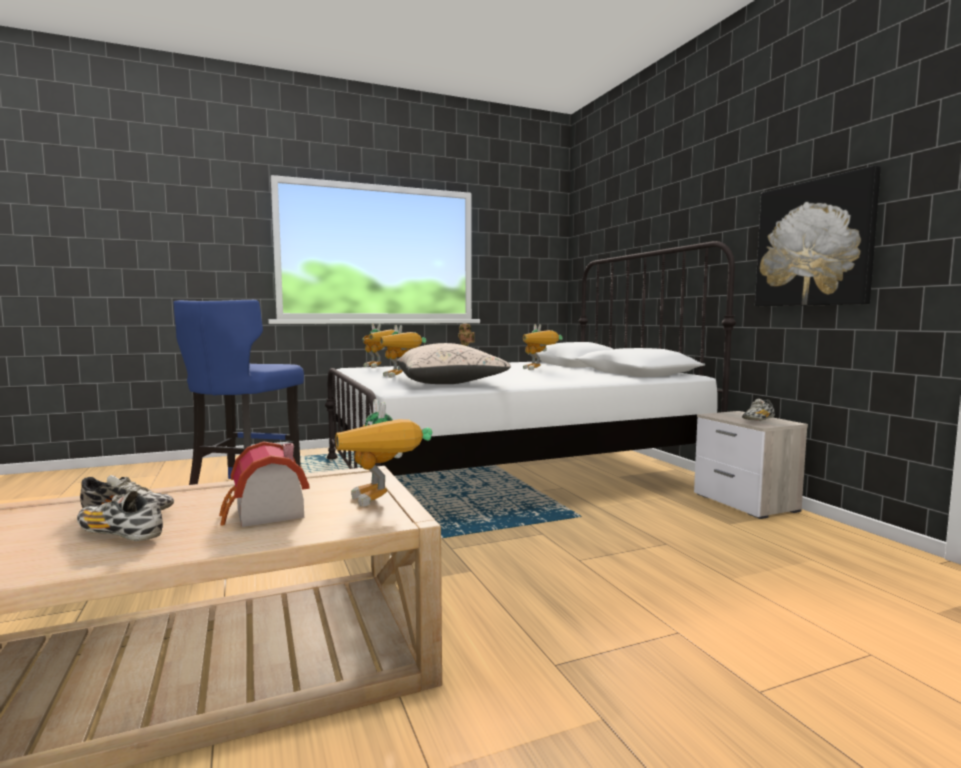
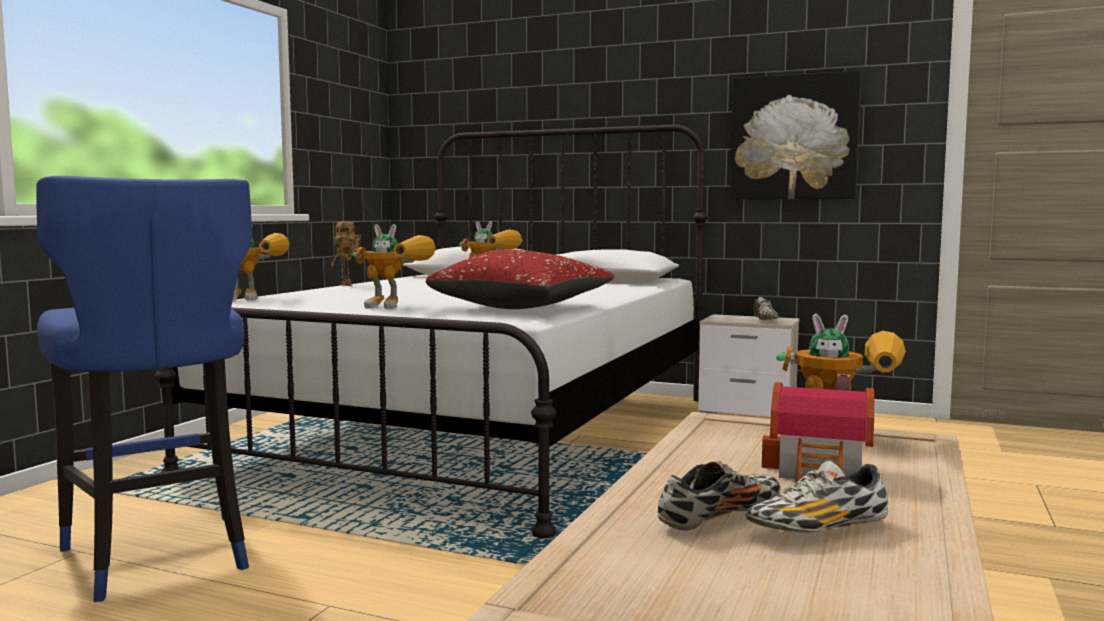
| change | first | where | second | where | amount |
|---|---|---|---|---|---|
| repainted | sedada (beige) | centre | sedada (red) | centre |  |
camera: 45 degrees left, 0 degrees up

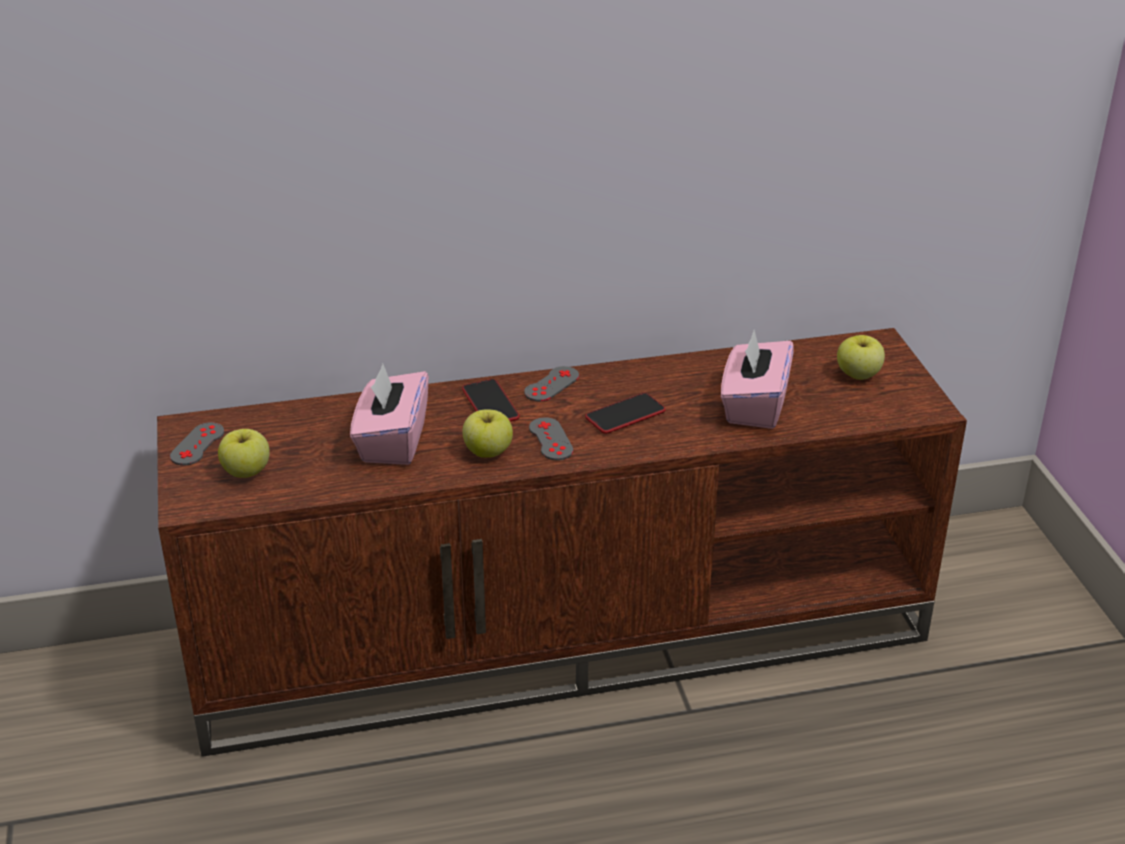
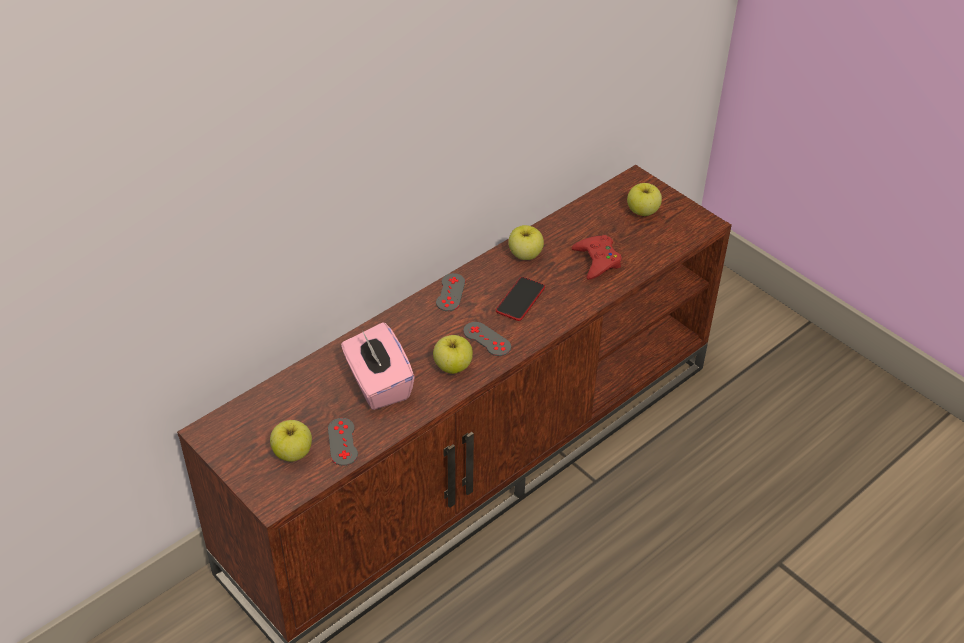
| change | first | where | second | where | amount |
|---|---|---|---|---|---|
| gone | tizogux (no. 1 from left) | centre |  |  |  |
| new |  |  | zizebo (no. 3 from left) | centre |  |
| shifted | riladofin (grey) (no. 1 from left) | middle left |  | bottom centre |  |
| swapped | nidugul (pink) (no. 2 from left) | middle right | riladofin (red) | centre |  |
camera: 30 degrees left, 10 degrees up

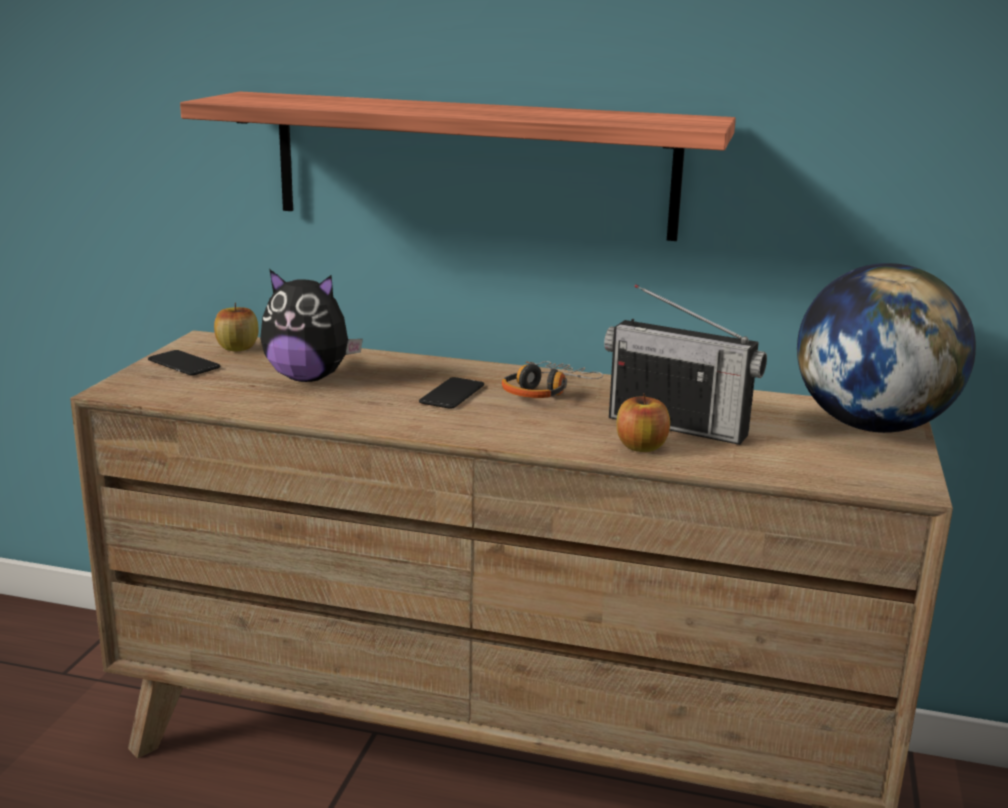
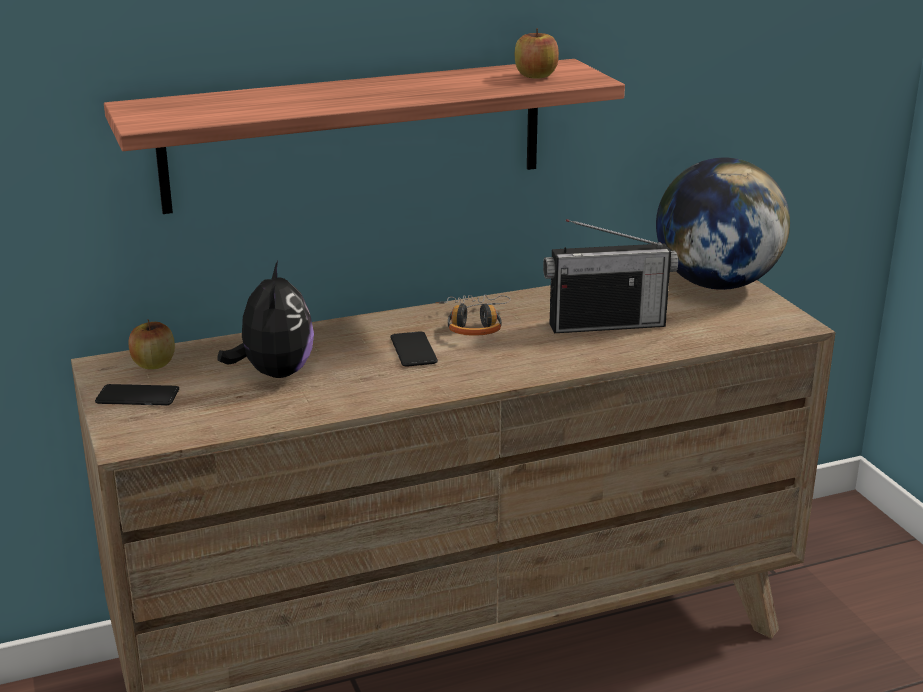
| change | first | where | second | where | amount |
|---|---|---|---|---|---|
| shifted | zizebo (no. 2 from left) | centre |  | top centre |  |
| rotated | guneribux | middle left |  | middle left | 75 degrees counterclockwise |
camera: 35 degrees left, 5 degrees up

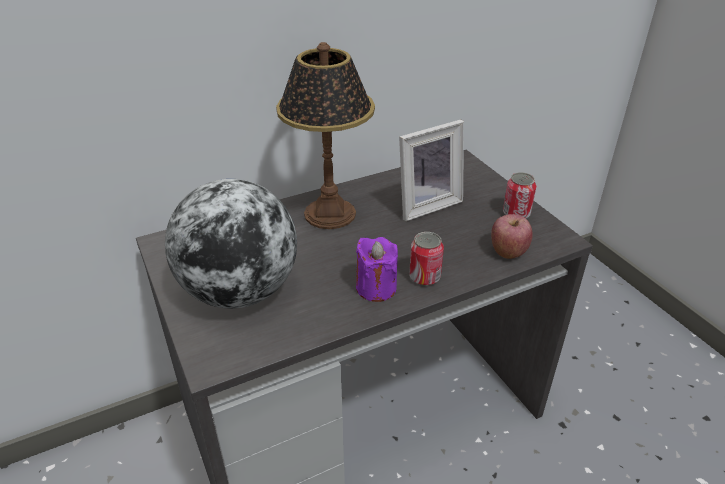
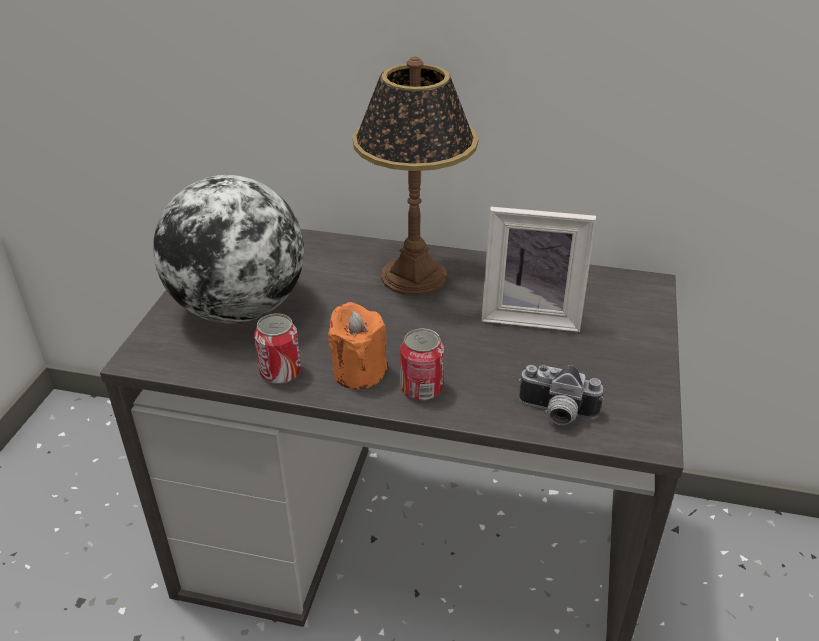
| change | first | where | second | where | amount |
|---|---|---|---|---|---|
| shifted | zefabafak (no. 2 from left in the first image) | middle right | zefabafak (no. 1 from left) | centre |  |
| swapped | zizebo | middle right | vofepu | middle right |  |
| repainted | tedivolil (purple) | centre | tedivolil (orange) | centre |  |
camera: 40 degrees right, 0 degrees up

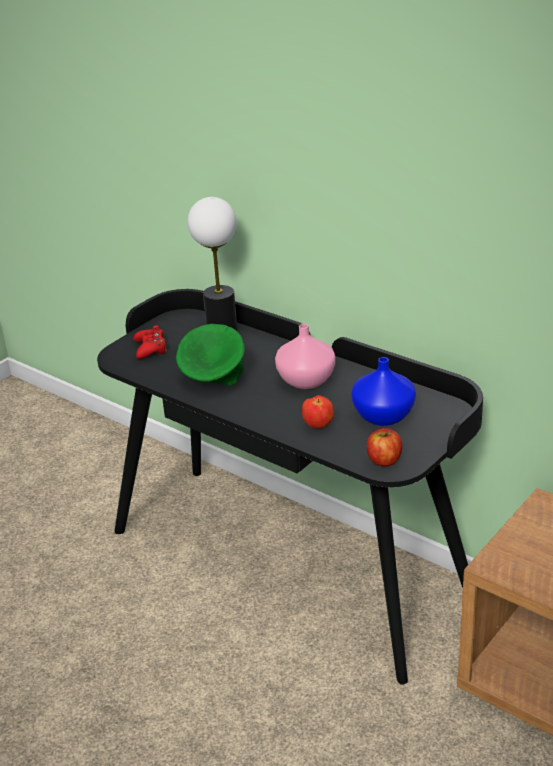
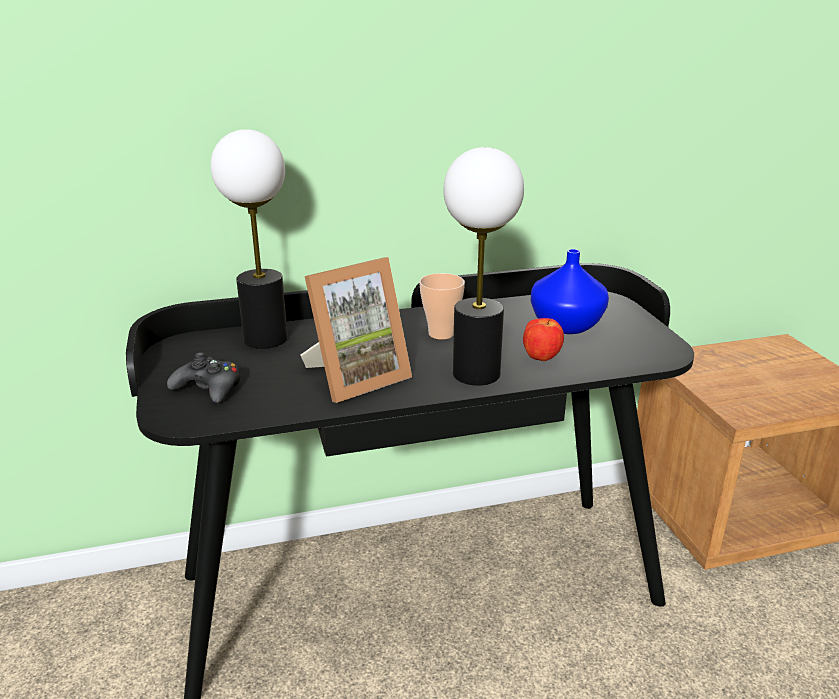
| change | first | where | second | where | amount |
|---|---|---|---|---|---|
| gone | zizebo (no. 2 from left) | middle right |  |  |  |
| new |  |  | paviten (no. 2 from left) | centre |  |
| swapped | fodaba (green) | centre | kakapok | centre |  |
| swapped | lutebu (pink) | centre | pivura | centre |  |
| repainted | riladofin (red) | middle left | riladofin (black) | middle left |  |
camera: 55 degrees left, 5 degrees down

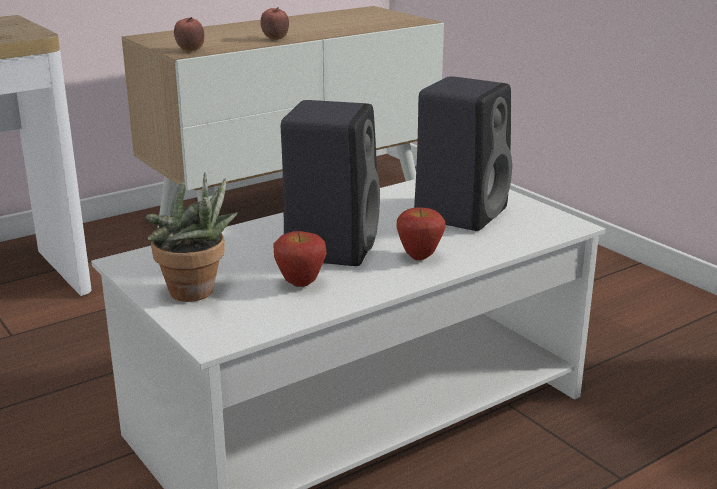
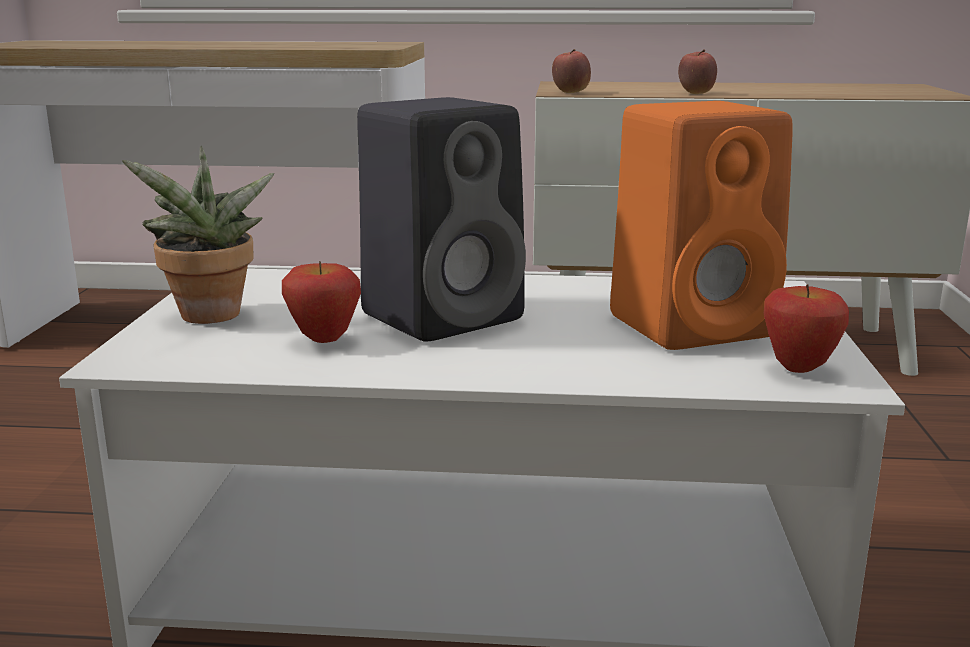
| change | first | where | second | where | amount |
|---|---|---|---|---|---|
| shifted | zizebo (no. 4 from left) | centre |  | middle right |  |
| repainted | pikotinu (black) (no. 2 from left) | top centre | pikotinu (orange) | middle right |  |
camera: 40 degrees right, 5 degrees down

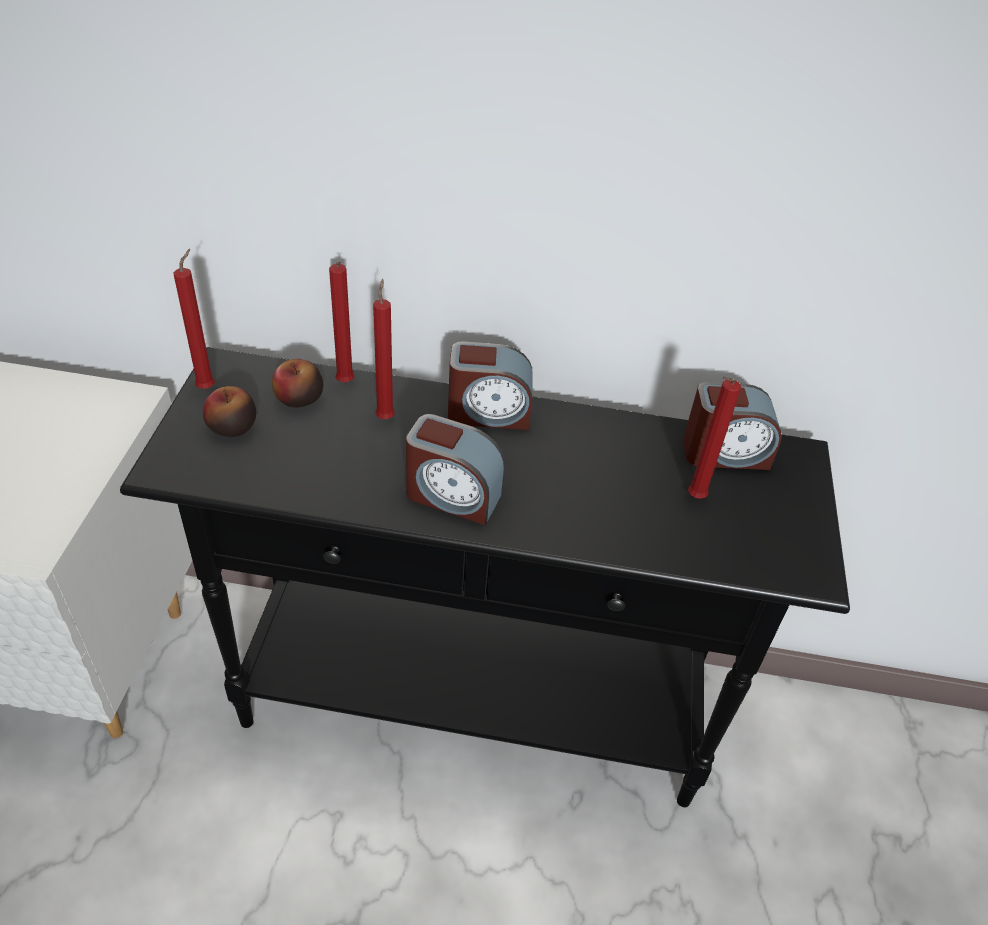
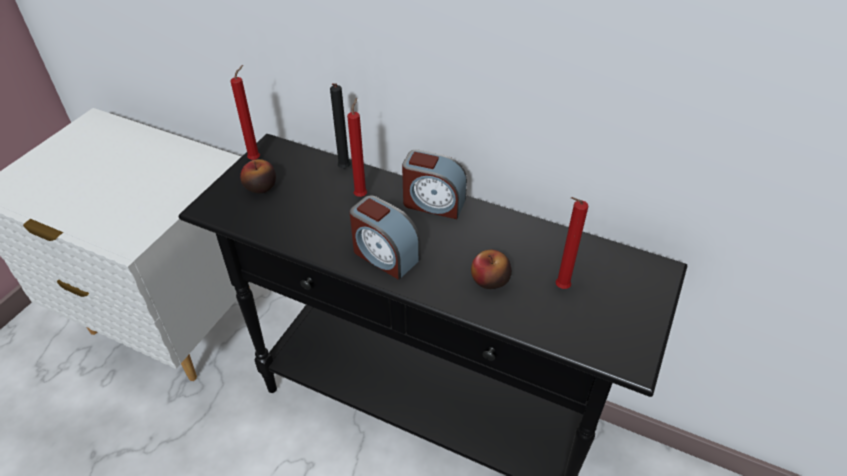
| change | first | where | second | where | amount |
|---|---|---|---|---|---|
| gone | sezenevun (no. 3 from left) | middle right |  |  |  |
| shifted | zizebo (no. 2 from left) | middle left |  | centre |  |
| repainted | tedivolil (red) (no. 2 from left) | centre | tedivolil (black) | top centre |  |
camera: 20 degrees right, 0 degrees up

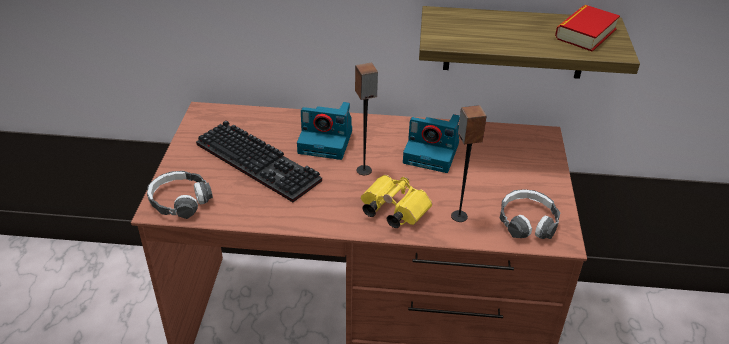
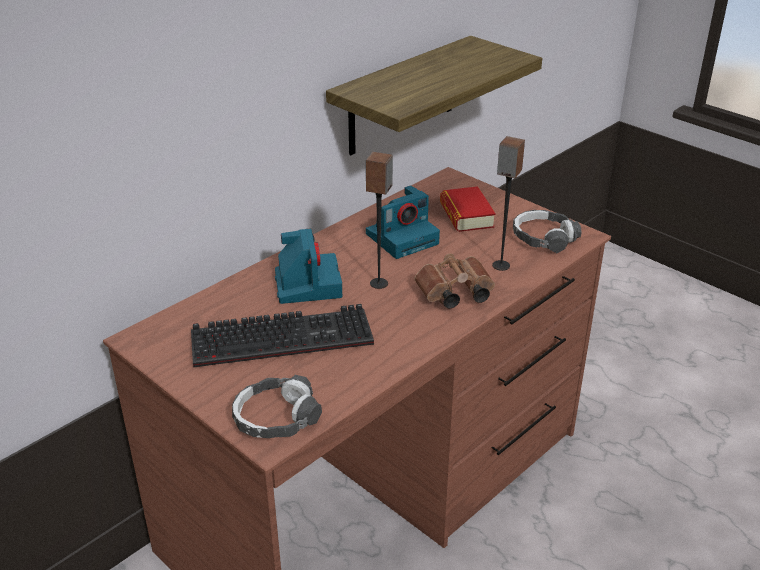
| change | first | where | second | where | amount |
|---|---|---|---|---|---|
| shifted | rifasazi | top right |  | centre |  |
| repainted | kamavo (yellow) | centre | kamavo (brown) | centre |  |
| rotated | vofepu (no. 1 from left) | centre |  | centre | 60 degrees counterclockwise |
camera: 50 degrees left, 5 degrees down

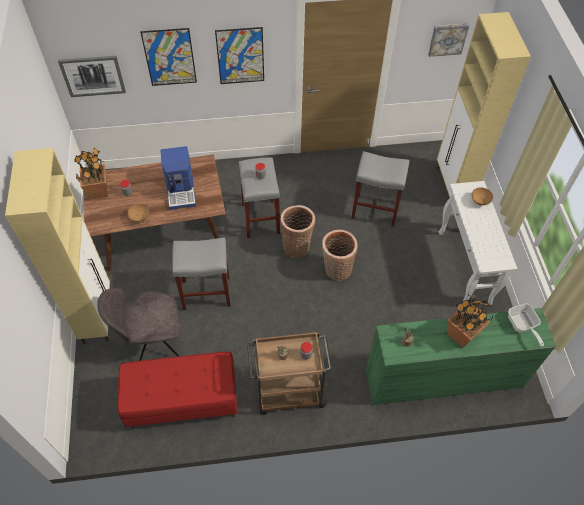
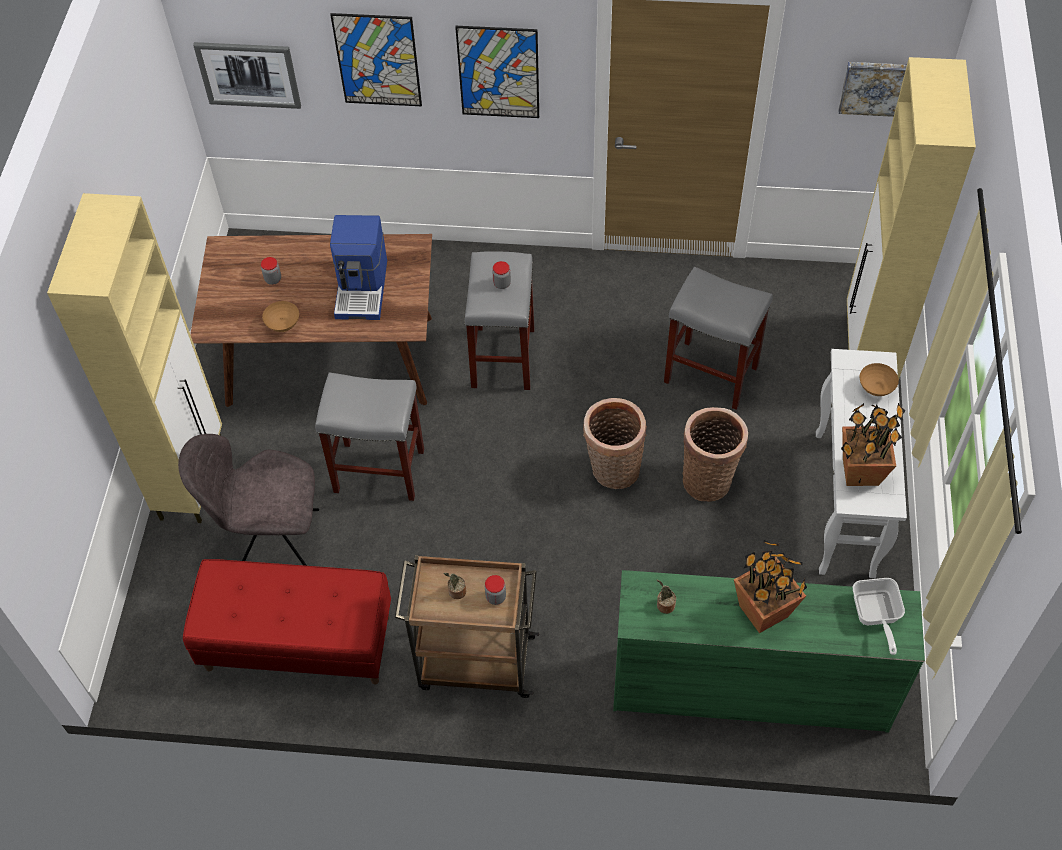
| change | first | where | second | where | amount |
|---|---|---|---|---|---|
| shifted | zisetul (no. 1 from left in the first image) | middle left | zisetul (no. 4 from left) | middle right |  |
| shifted | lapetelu (no. 1 from left in the first image) | centre | lapetelu (no. 2 from left) | middle right |  |
camera: 15 degrees right, 0 degrees up

